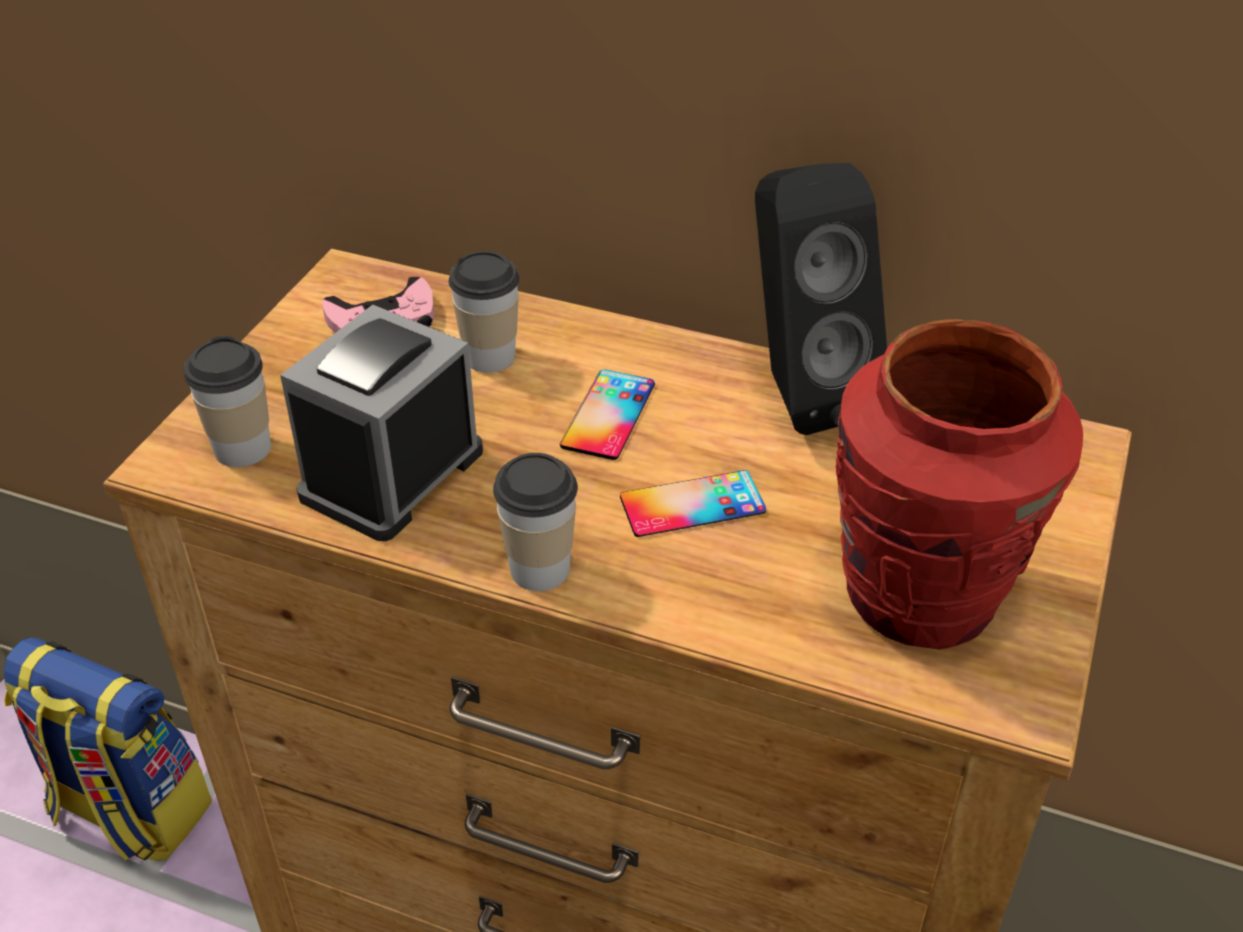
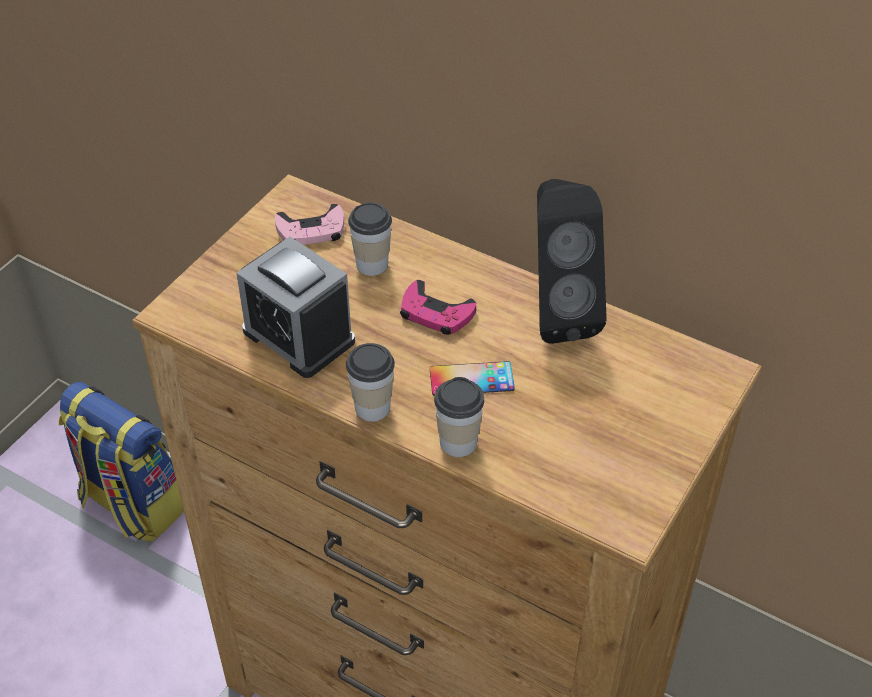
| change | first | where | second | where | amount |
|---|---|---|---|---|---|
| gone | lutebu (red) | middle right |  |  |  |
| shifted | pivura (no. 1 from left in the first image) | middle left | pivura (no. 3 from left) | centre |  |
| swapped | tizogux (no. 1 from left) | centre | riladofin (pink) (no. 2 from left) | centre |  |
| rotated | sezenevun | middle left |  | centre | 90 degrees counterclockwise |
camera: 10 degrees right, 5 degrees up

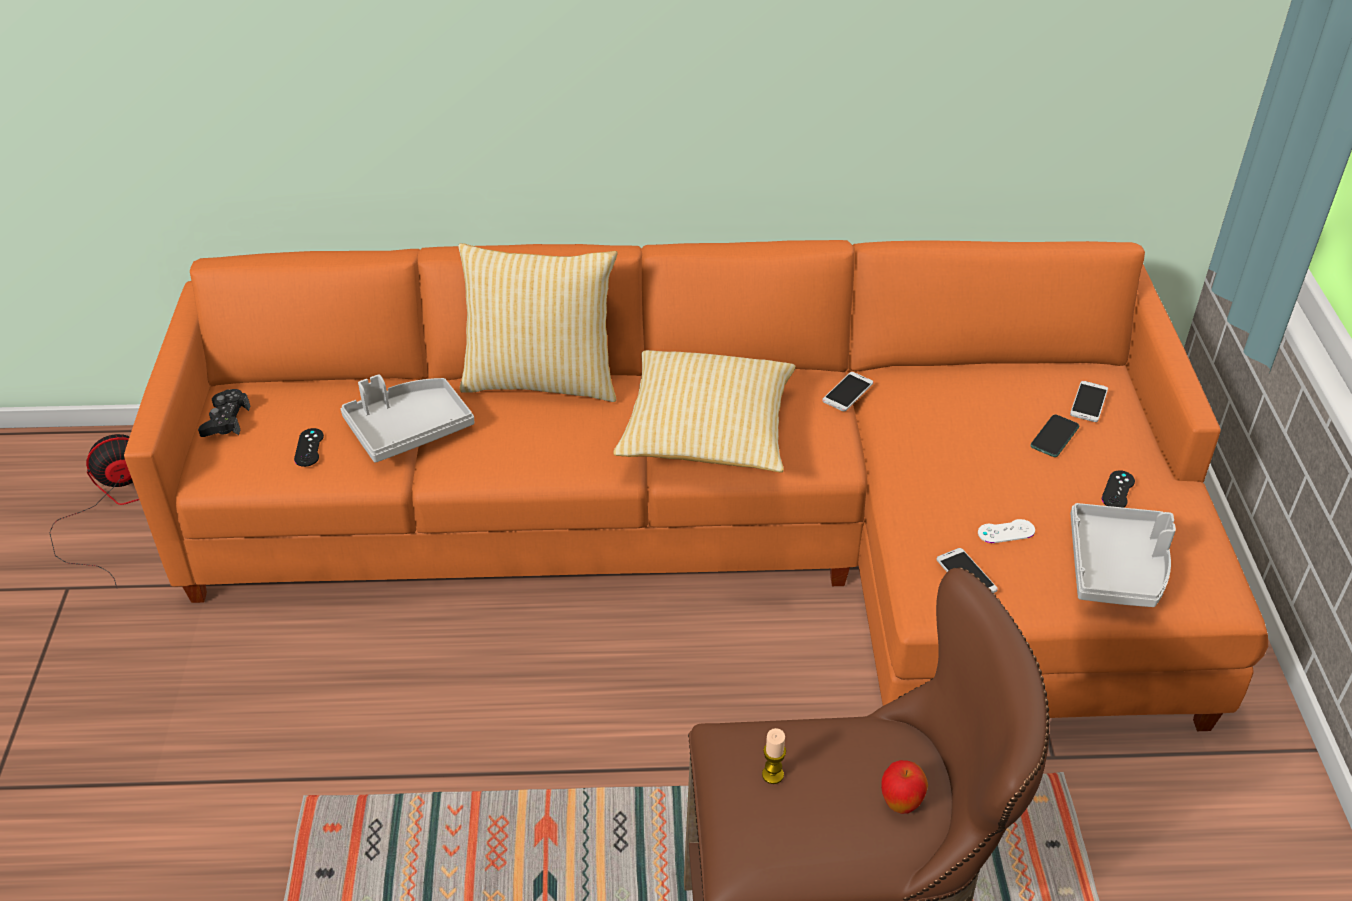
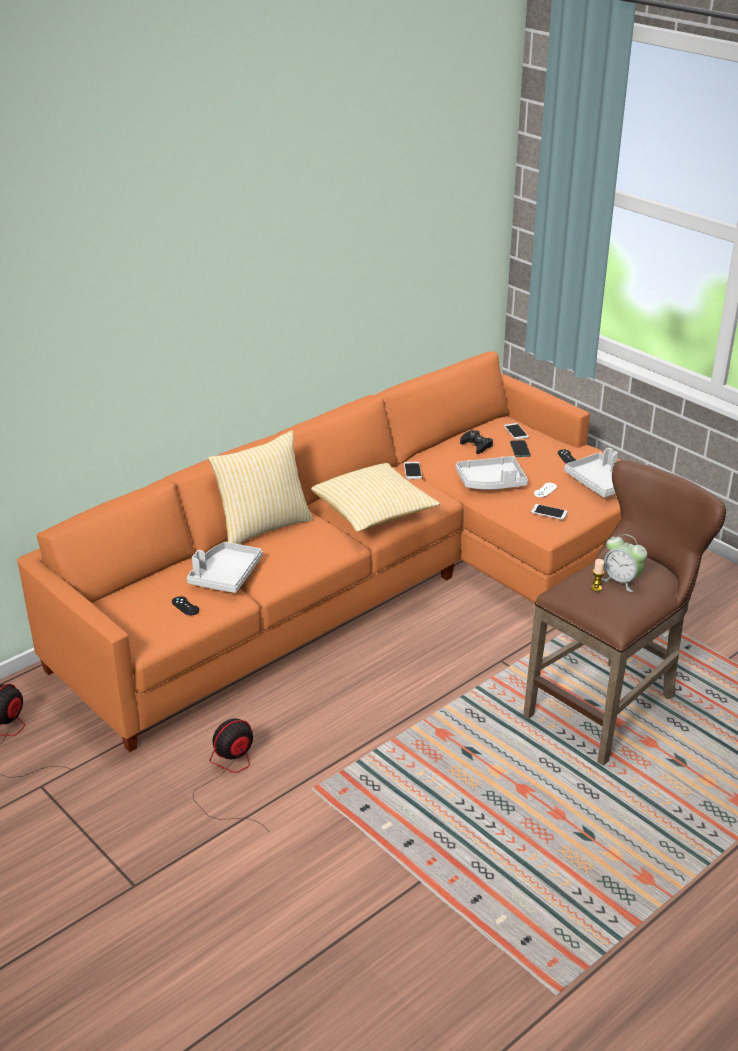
| change | first | where | second | where | amount |
|---|---|---|---|---|---|
| gone | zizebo | bottom right |  |  |  |
| new |  |  | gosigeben (no. 2 from left) | bottom left |  |
| new |  |  | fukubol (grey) (no. 2 from left) | middle right |  |
| new |  |  | sezenevun | middle right |  |
| shifted | riladofin (black) (no. 1 from left in the first image) | middle left | riladofin (black) (no. 2 from left) | centre |  |
camera: 40 degrees left, 10 degrees down

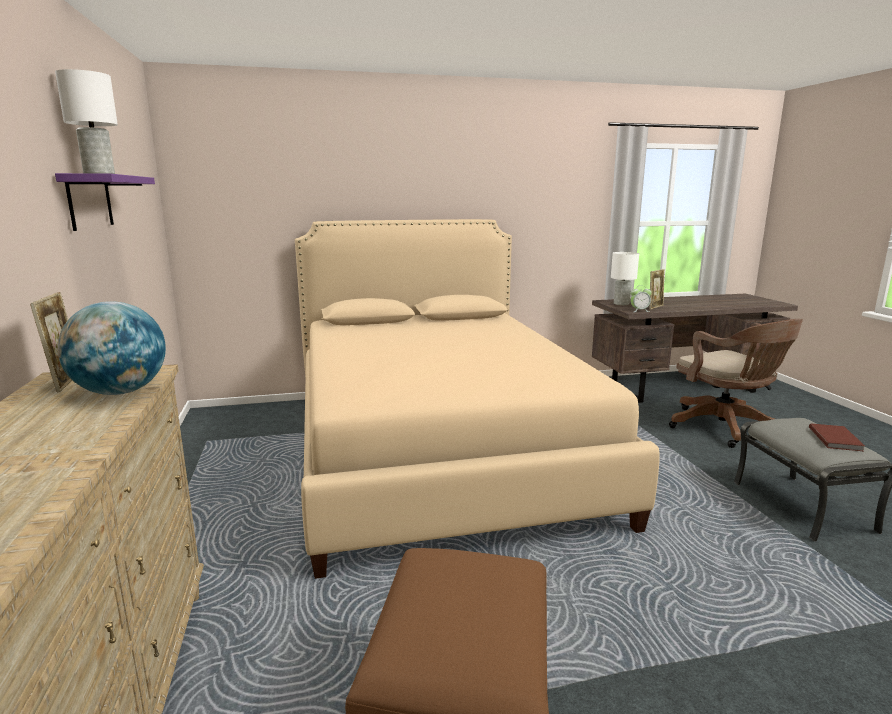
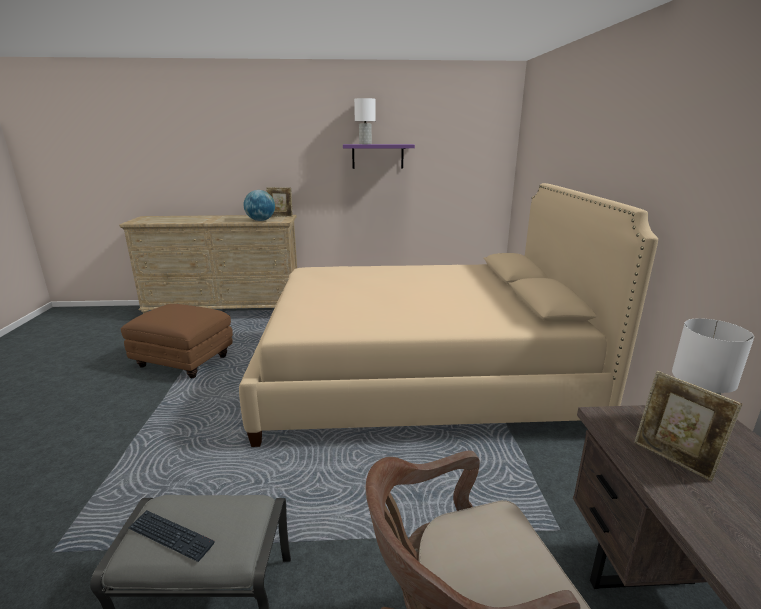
| change | first | where | second | where | amount |
|---|---|---|---|---|---|
| gone | sezenevun | middle right |  |  |  |
| swapped | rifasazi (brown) | middle right | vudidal | bottom left |  |
camera: 100 degrees right, 5 degrees up

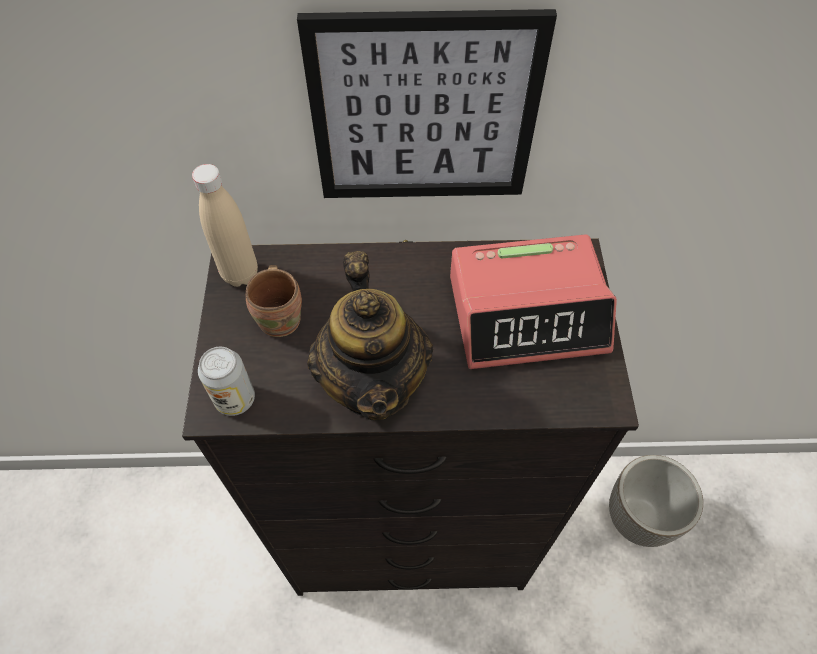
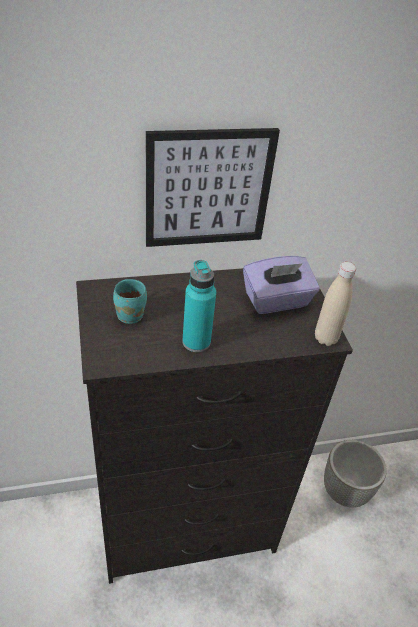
| change | first | where | second | where | amount |
|---|---|---|---|---|---|
| gone | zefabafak | middle left |  |  |  |
| shifted | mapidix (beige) | middle left |  | middle right |  |
| swapped | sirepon | centre | mapidix (turquoise) | centre |  |
| swapped | sezenevun | centre | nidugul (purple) | middle right |  |
| repainted | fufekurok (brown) | centre | fufekurok (turquoise) | middle left |  |
camera: 15 degrees left, 15 degrees down

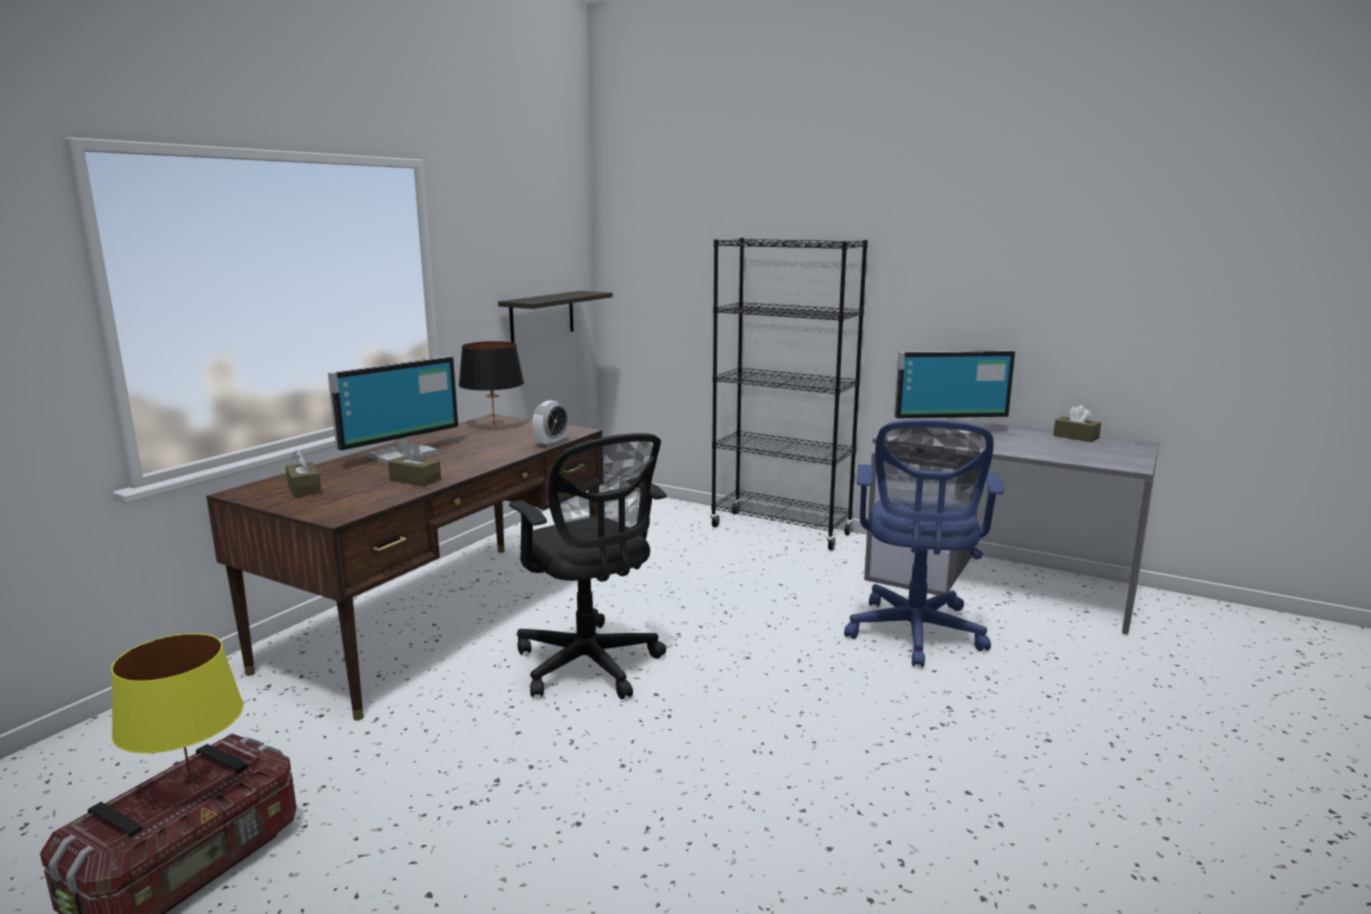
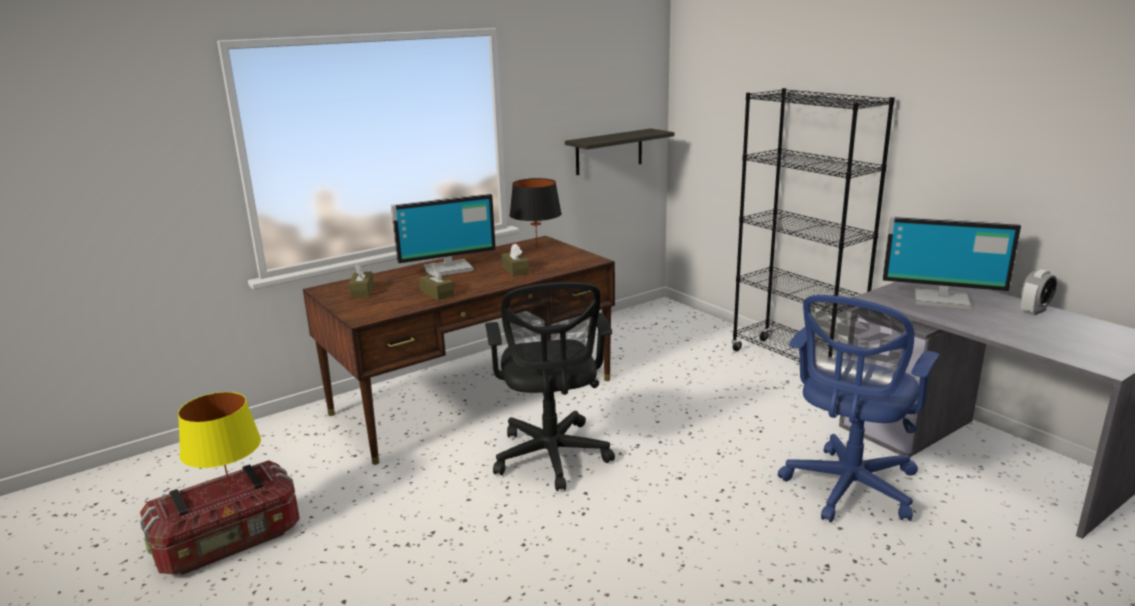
| change | first | where | second | where | amount |
|---|---|---|---|---|---|
| shifted | sezenevun | centre |  | middle right |  |
| shifted | nidugul (brown) (no. 3 from left) | middle right |  | centre |  |
camera: 25 degrees right, 5 degrees up

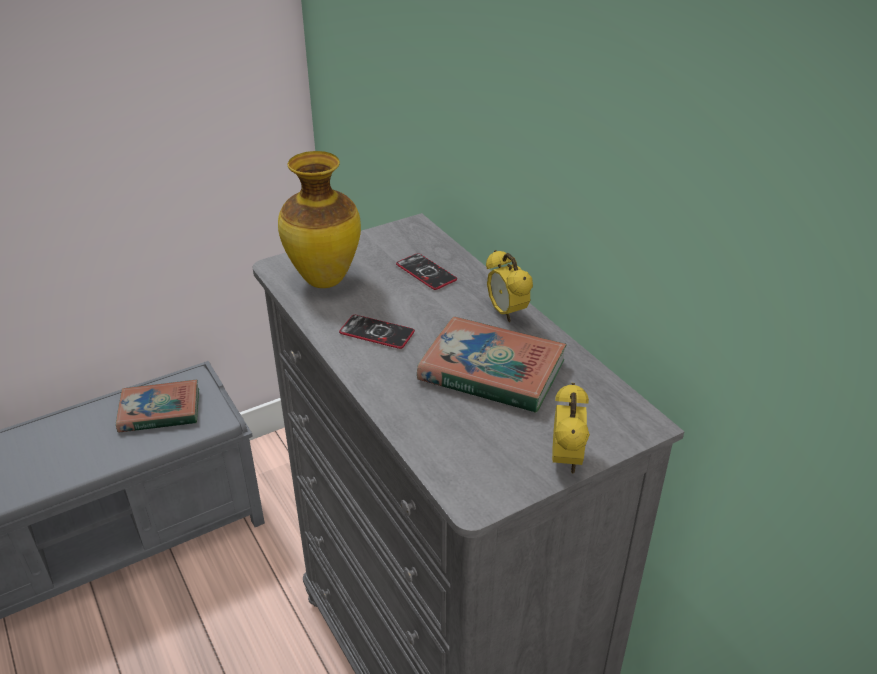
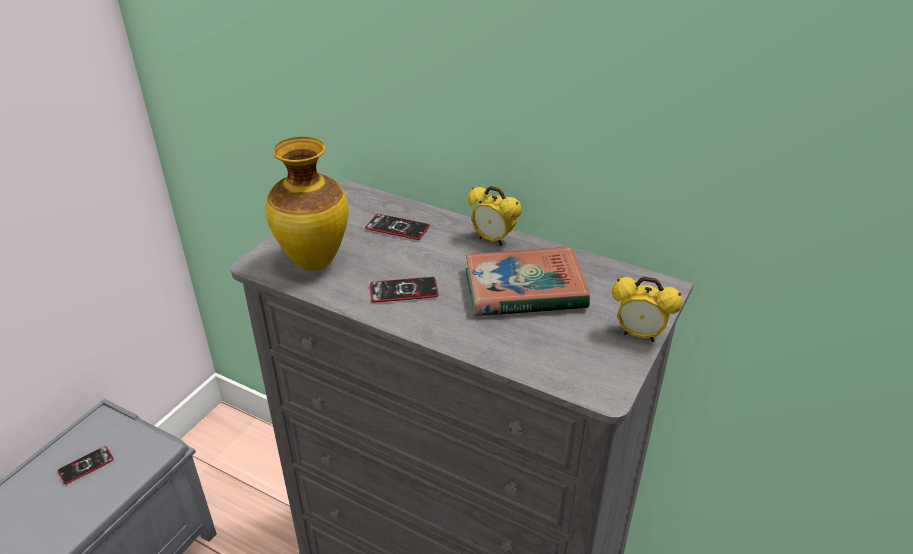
| change | first | where | second | where | amount |
|---|---|---|---|---|---|
| swapped | rifasazi (no. 1 from left) | middle left | tizogux (no. 1 from left) | bottom left |  |
| rotated | sezenevun (no. 2 from left) | centre |  | middle right | 135 degrees clockwise |
camera: 30 degrees left, 0 degrees up

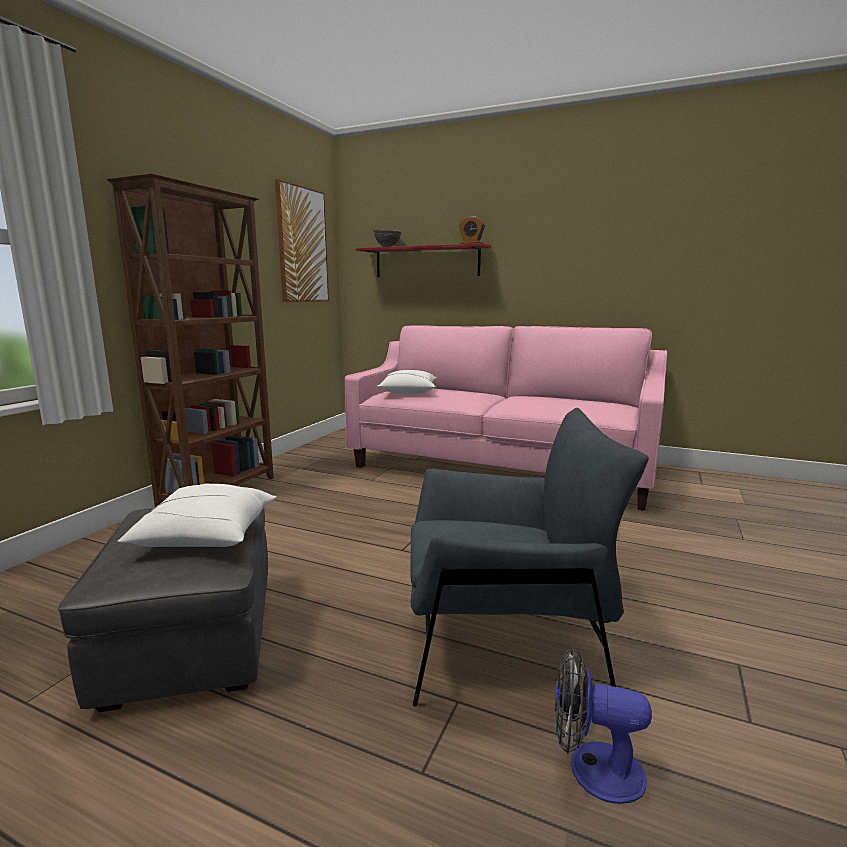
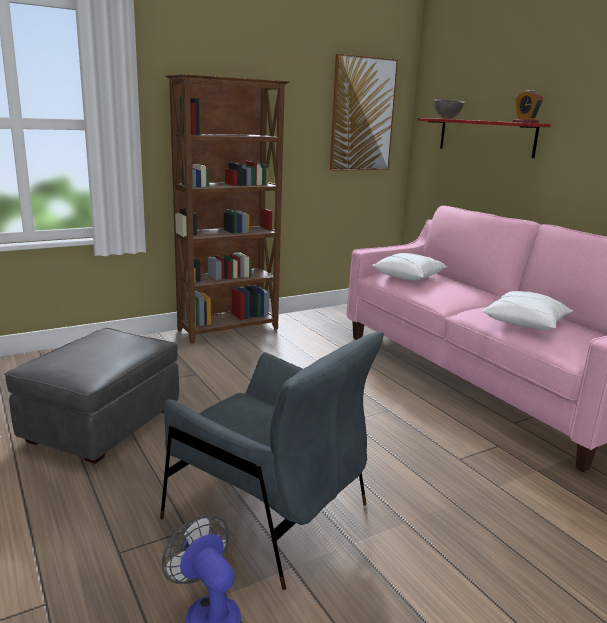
| change | first | where | second | where | amount |
|---|---|---|---|---|---|
| shifted | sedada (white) (no. 1 from left in the first image) | middle left | sedada (white) (no. 2 from left) | middle right |  |
camera: 35 degrees right, 5 degrees up

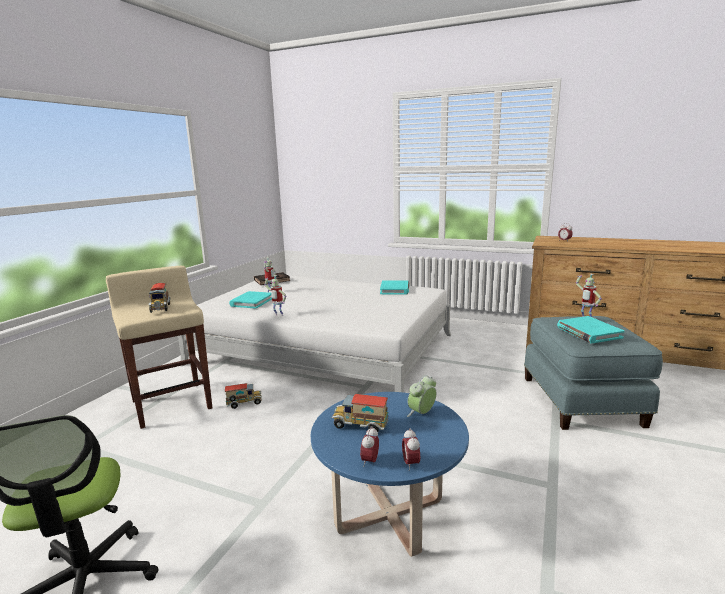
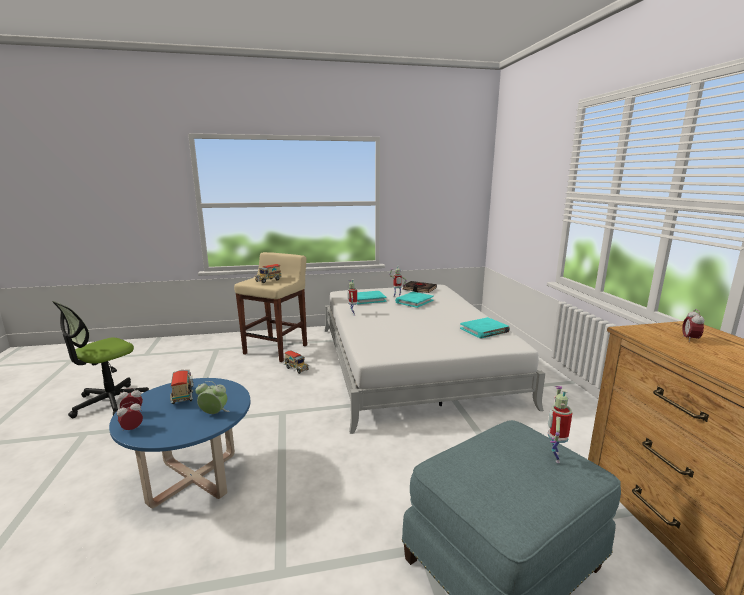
| change | first | where | second | where | amount |
|---|---|---|---|---|---|
| shifted | rifasazi (turquoise) (no. 3 from left in the first image) | middle right | rifasazi (turquoise) (no. 2 from left) | centre |  |
camera: 55 degrees right, 0 degrees up

